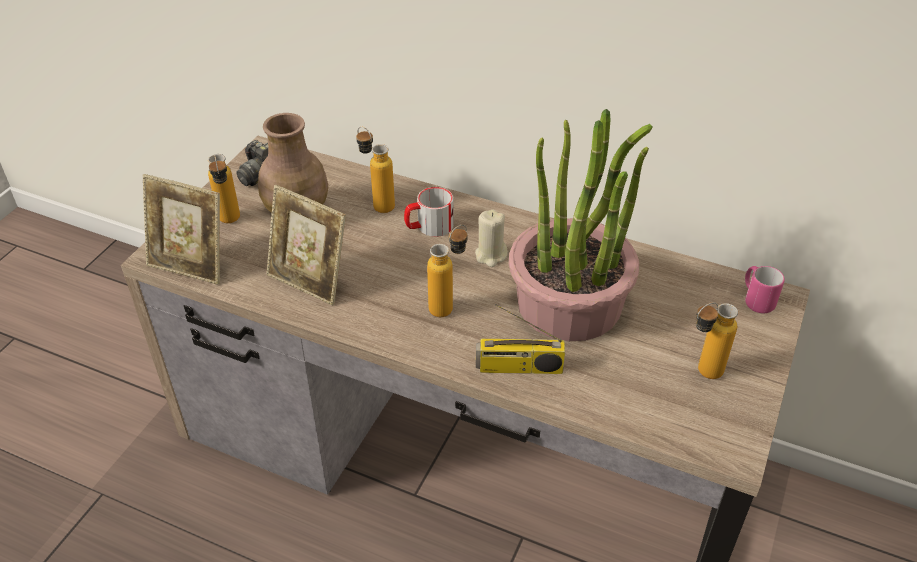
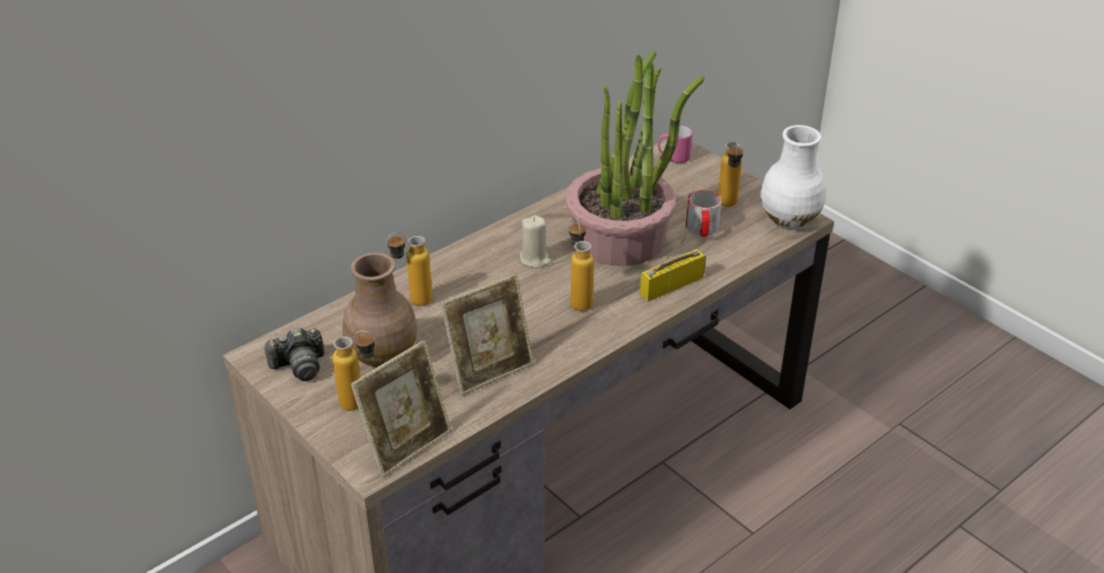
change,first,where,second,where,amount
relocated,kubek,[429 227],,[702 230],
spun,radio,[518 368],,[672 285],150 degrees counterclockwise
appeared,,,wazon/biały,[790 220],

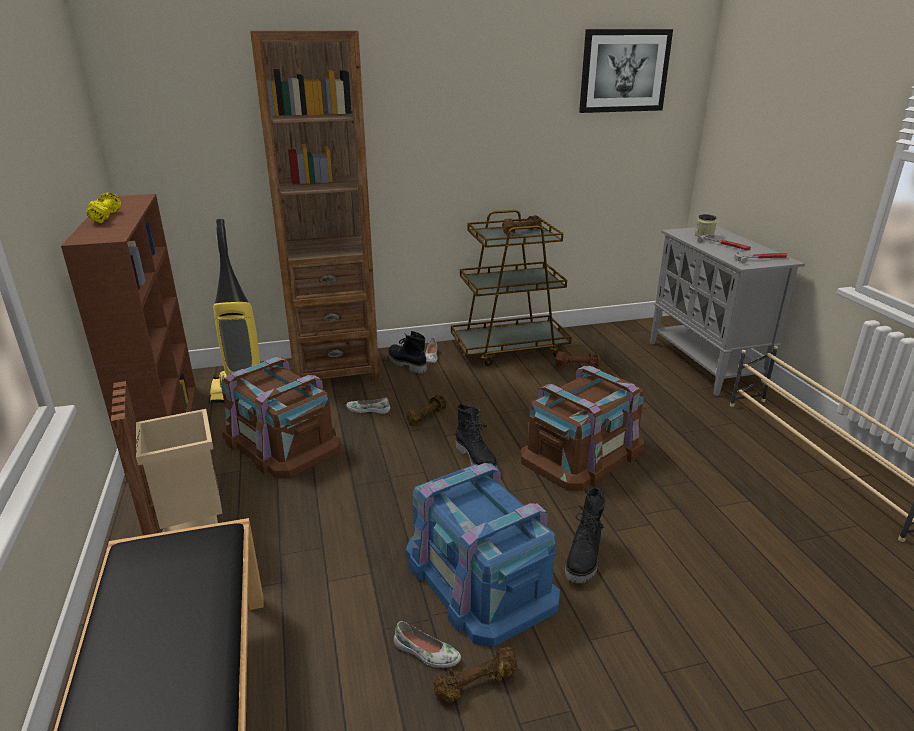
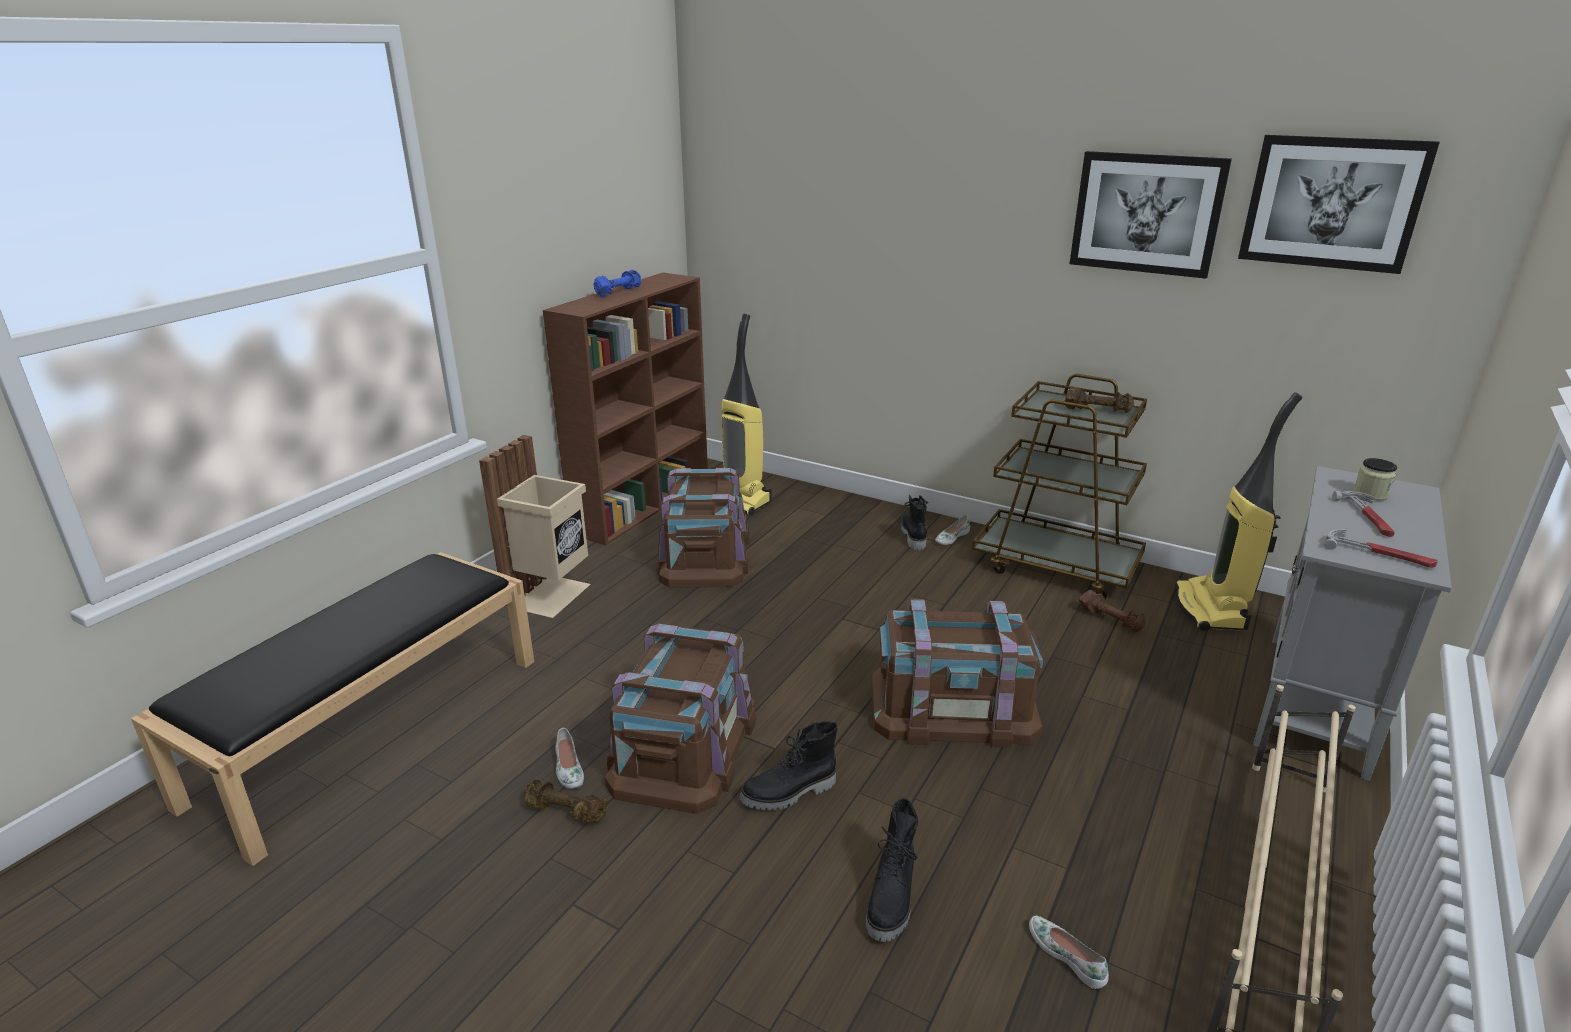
change,first,where,second,where,amount
colour,hantel/żółty,[105 217],hantel/niebieski,[617 292],
missing,regał/brązowy,[334 369],,,
relocated,but/biały,[368 409],,[1067 955],
missing,hantel/brązowy,[426 416],,,
colour,pojemnik do przechowywania/niebieski,[478 577],pojemnik do przechowywania/brązowy,[683 745],
relocated,but z cholewką/czarny,[477 459],,[893 899],
appeared,,,obraz,[1146 213],
appeared,,,odkurzacz,[1212 609],

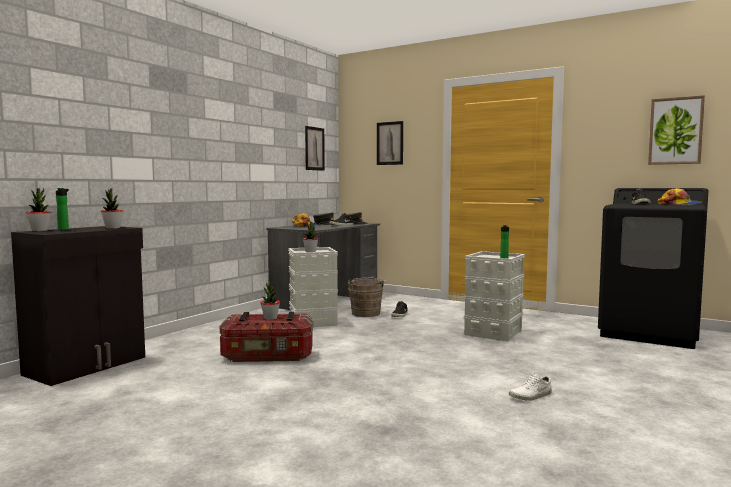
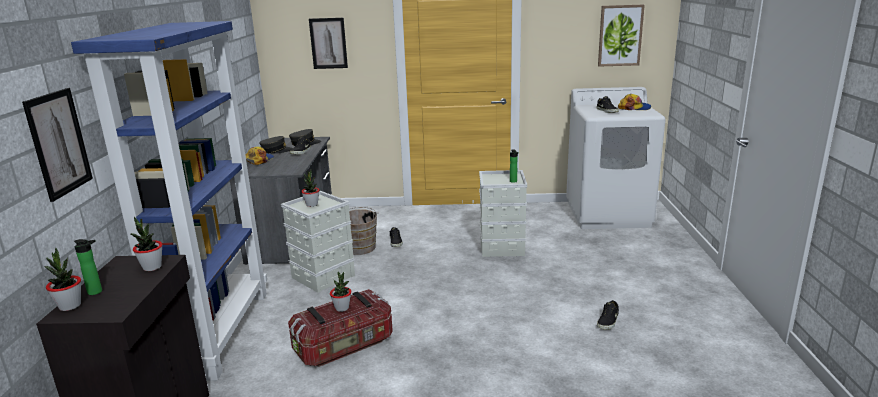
change,first,where,second,where,amount
relocated,obraz,[314 148],,[58 143],
colour,but/biały,[531 396],but/czarny,[608 321],
colour,pralka/czarny,[650 333],pralka/biały,[608 214],
appeared,,,regał/niebieski,[219 332],

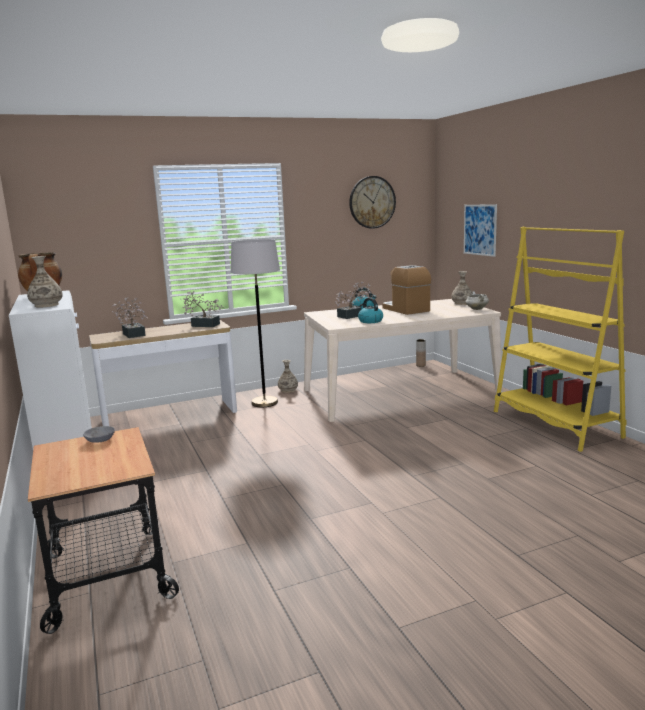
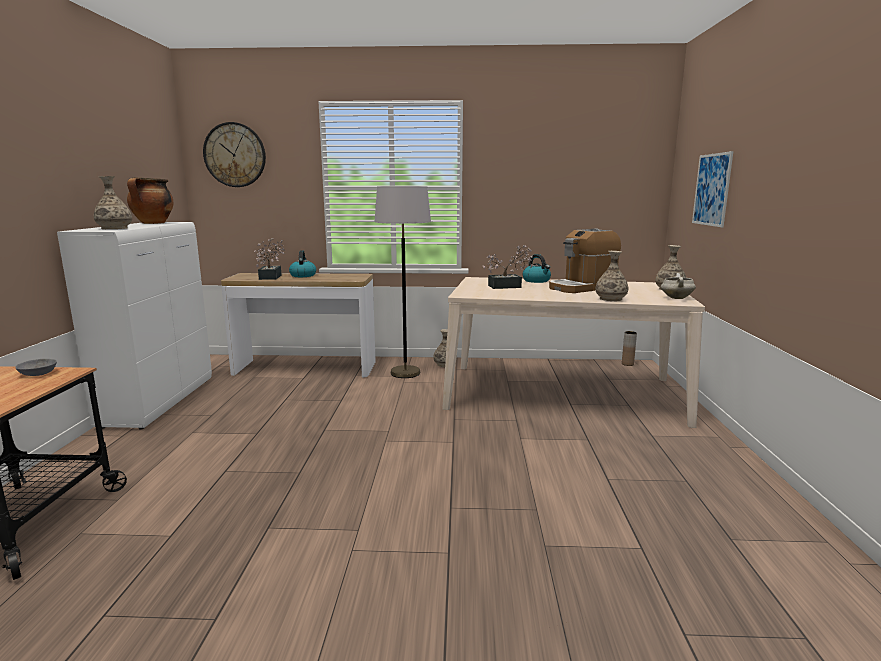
change,first,where,second,where,amount
missing,roślina doniczkowa,[203 325],,,
relocated,zegar ścienny,[372 202],,[235 155],
relocated,czajnik,[370 321],,[303 275],
spun,ekspres do kawy,[405 309],,[582 287],120 degrees counterclockwise
missing,regał/żółty,[555 424],,,
appeared,,,wazon,[611 299],

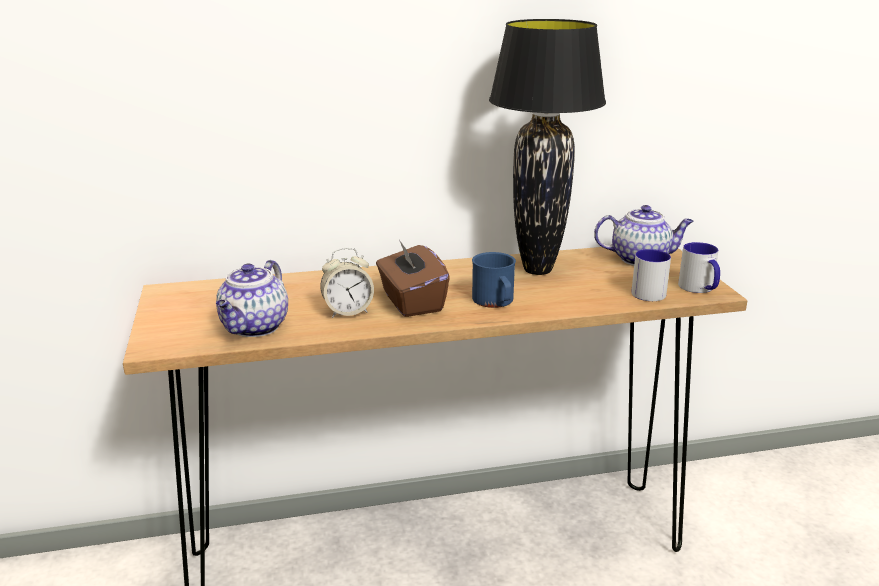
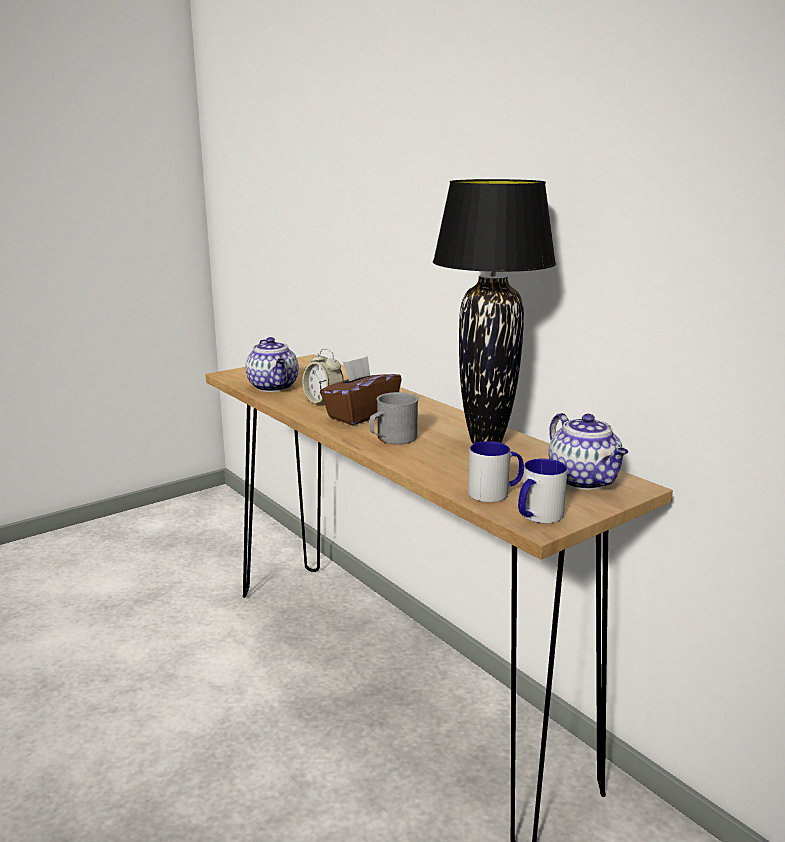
change,first,where,second,where,amount
spun,imbryk,[255 328],,[274 387],105 degrees counterclockwise
colour,kubek/niebieski,[495 302],kubek/szary,[392 439],

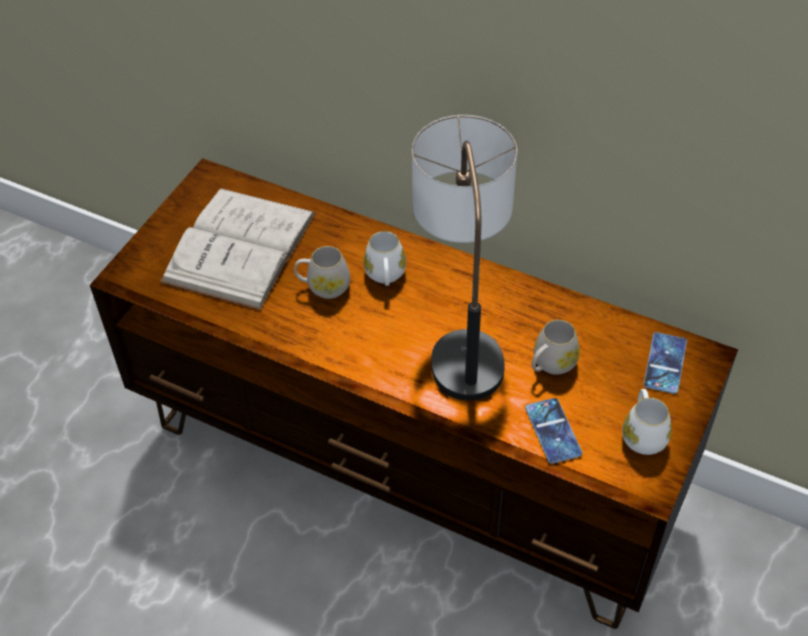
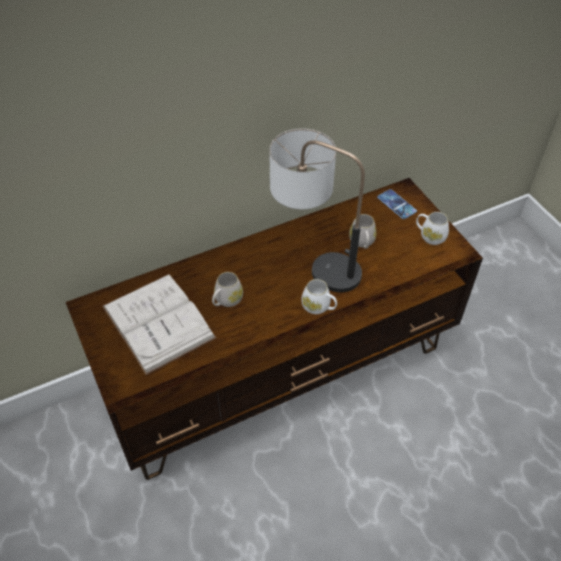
change,first,where,second,where,amount
relocated,kubek/biały,[385 276],,[319 307],
missing,telefon,[553 431],,,

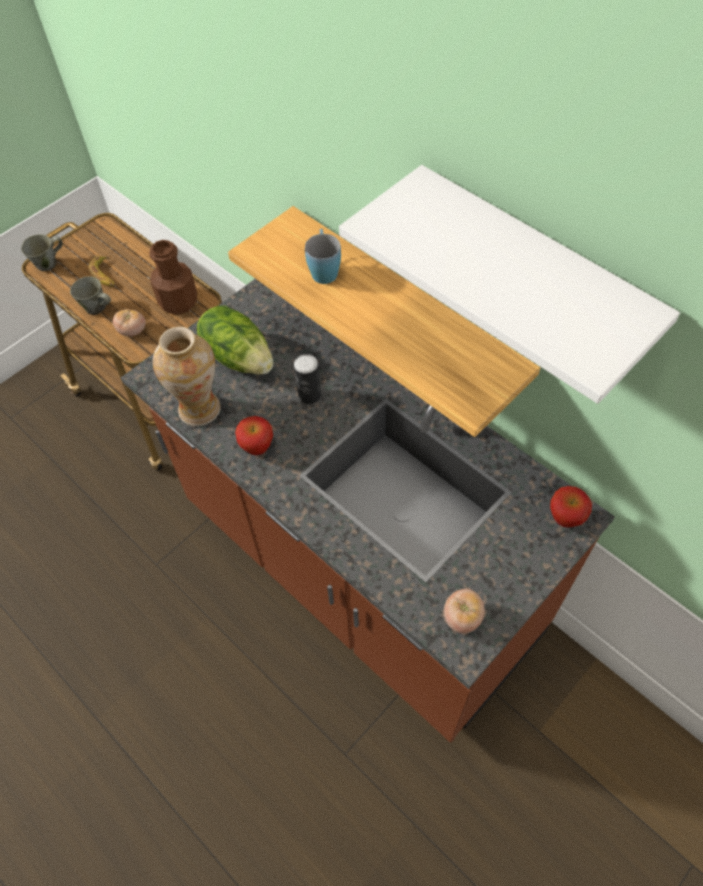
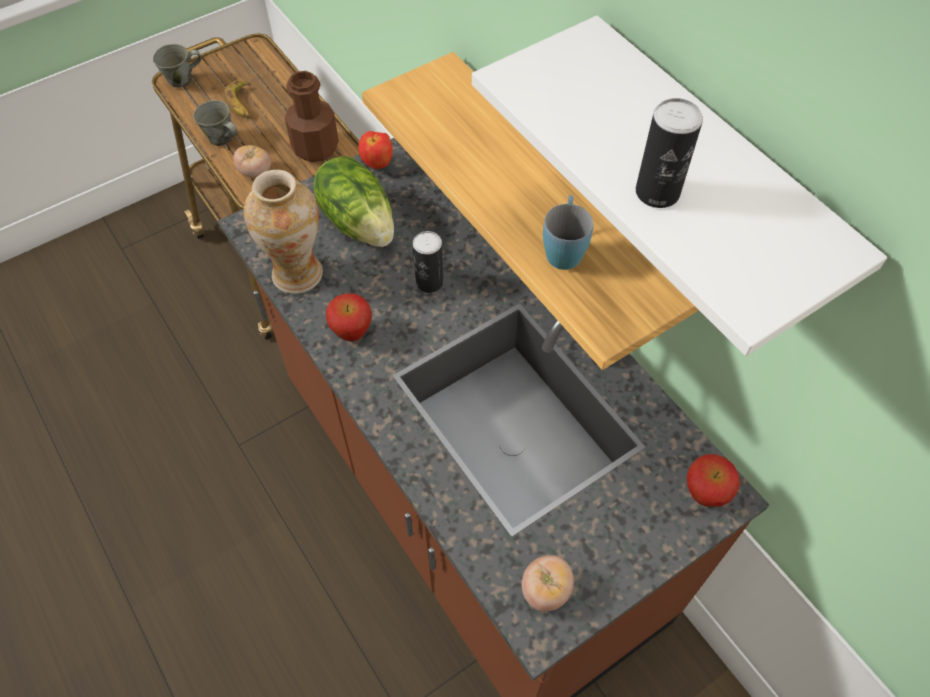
change,first,where,second,where,amount
relocated,kubek/niebieski,[324 269],,[564 248],
appeared,,,jabłko,[378 164],
appeared,,,puszka,[657 192],

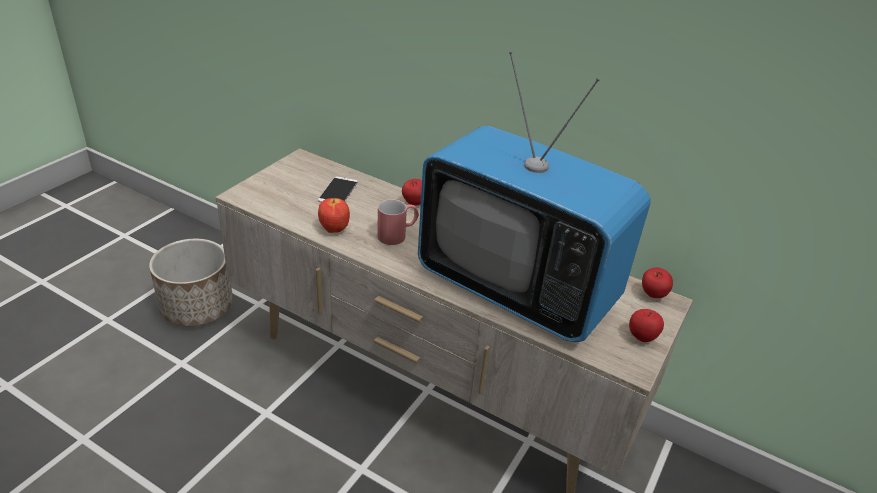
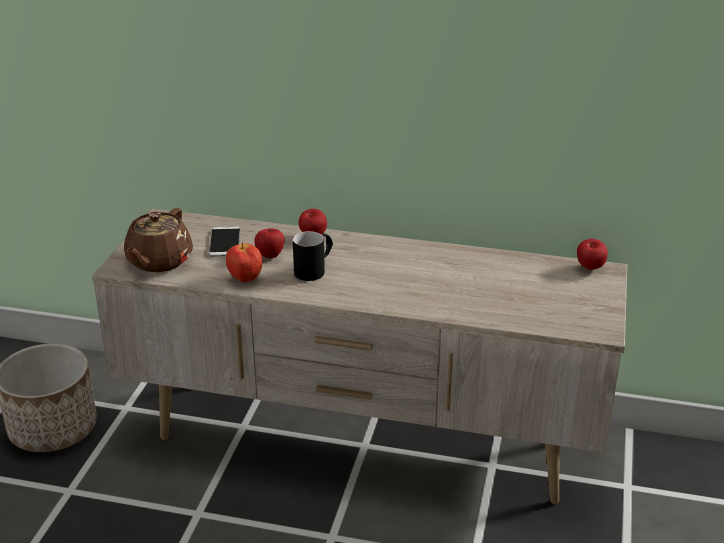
change,first,where,second,where,amount
colour,kubek/czerwony,[398 235],kubek/czarny,[314 269],
missing,telewizor,[516 289],,,
relocated,jabłko,[641 337],,[270 256],
appeared,,,imbryk/brązowy,[158 261],

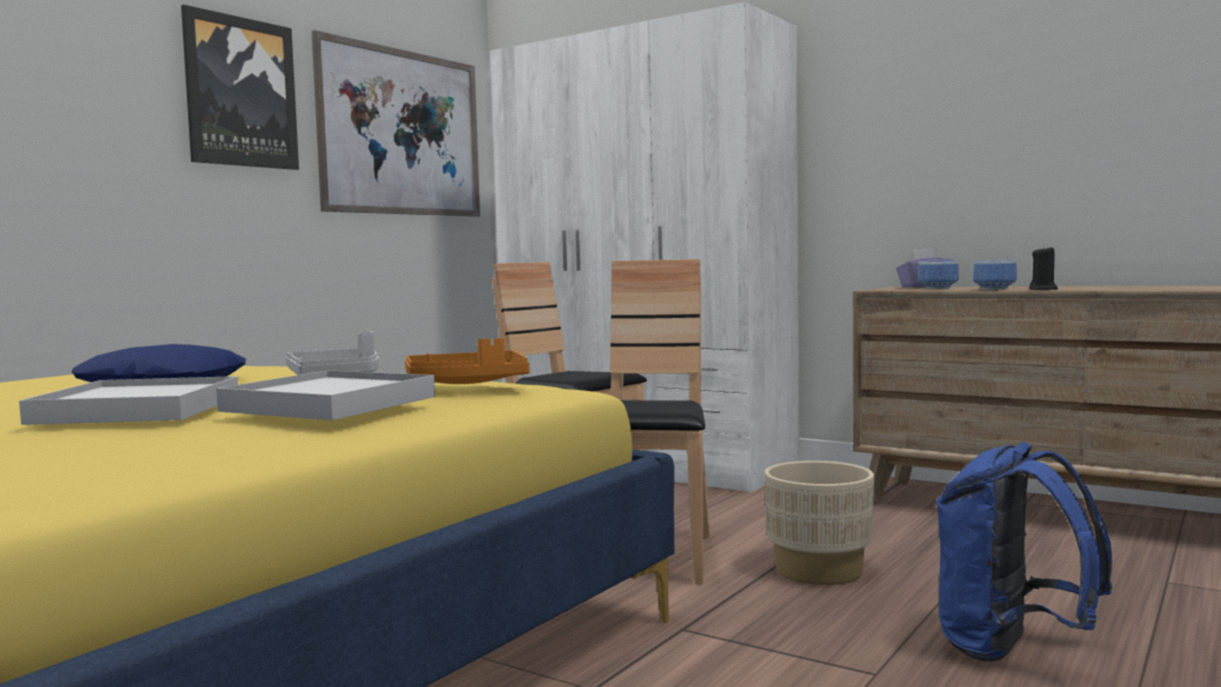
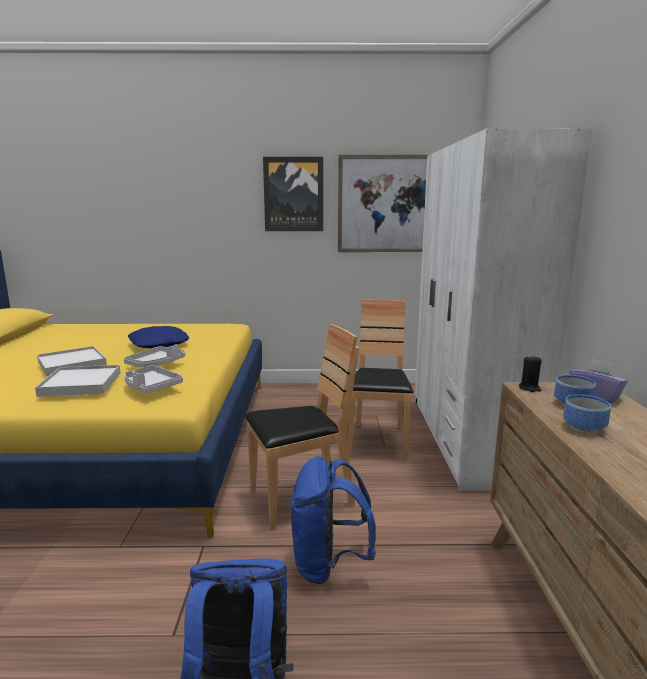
change,first,where,second,where,amount
colour,taca/pomarańczowy,[467 383],taca/szary,[151 387],
exchanged,donica/beżowy,[819 571],plecak/niebieski,[328 564],
relocated,świeca/czarny,[1043 289],,[529 388],

